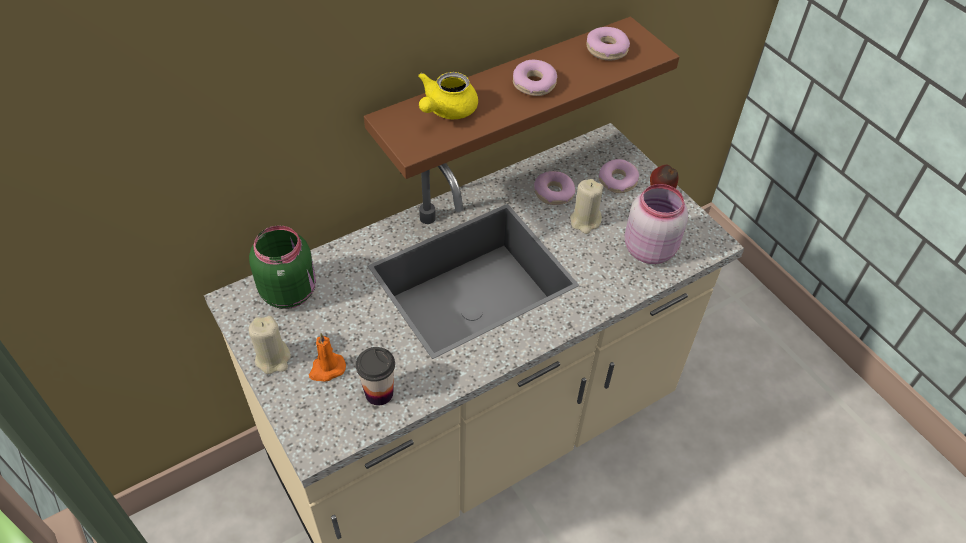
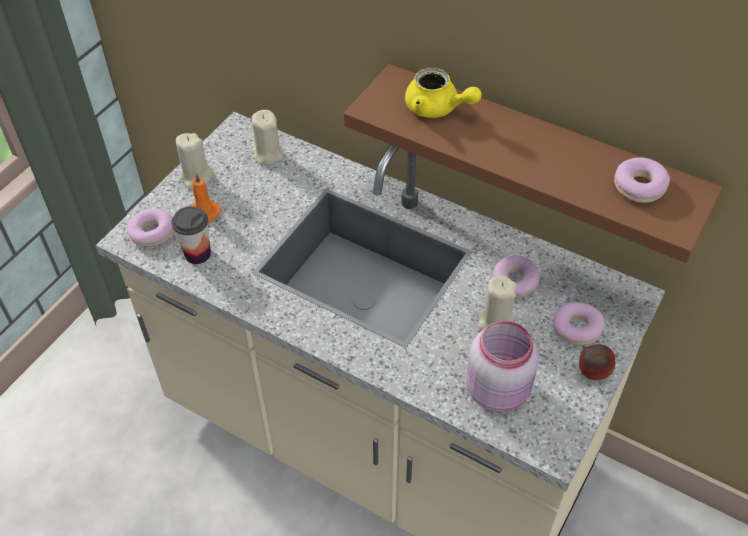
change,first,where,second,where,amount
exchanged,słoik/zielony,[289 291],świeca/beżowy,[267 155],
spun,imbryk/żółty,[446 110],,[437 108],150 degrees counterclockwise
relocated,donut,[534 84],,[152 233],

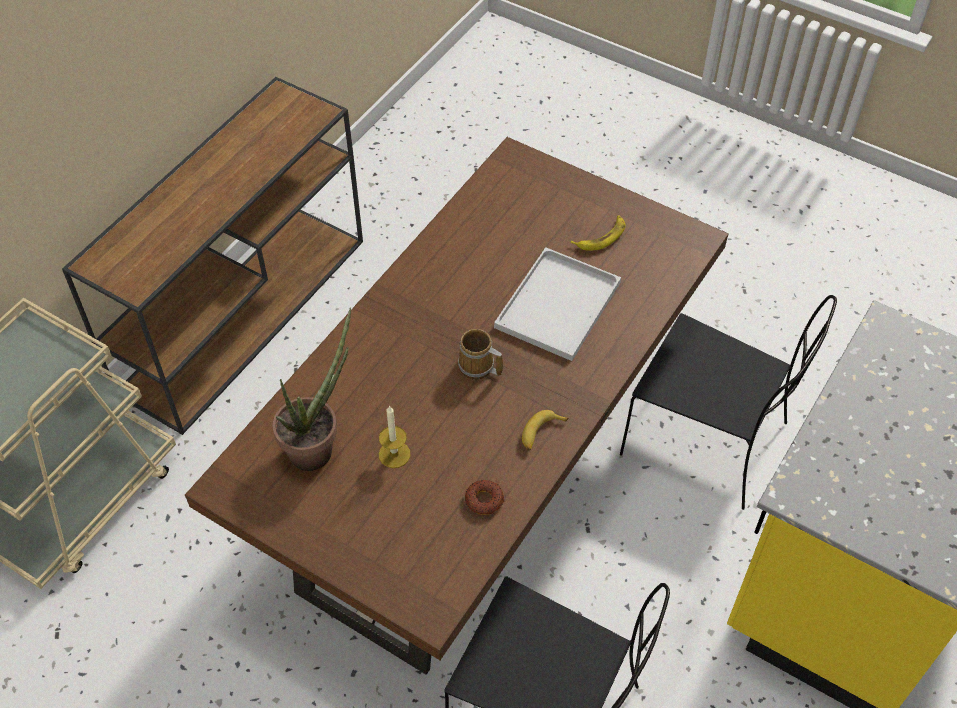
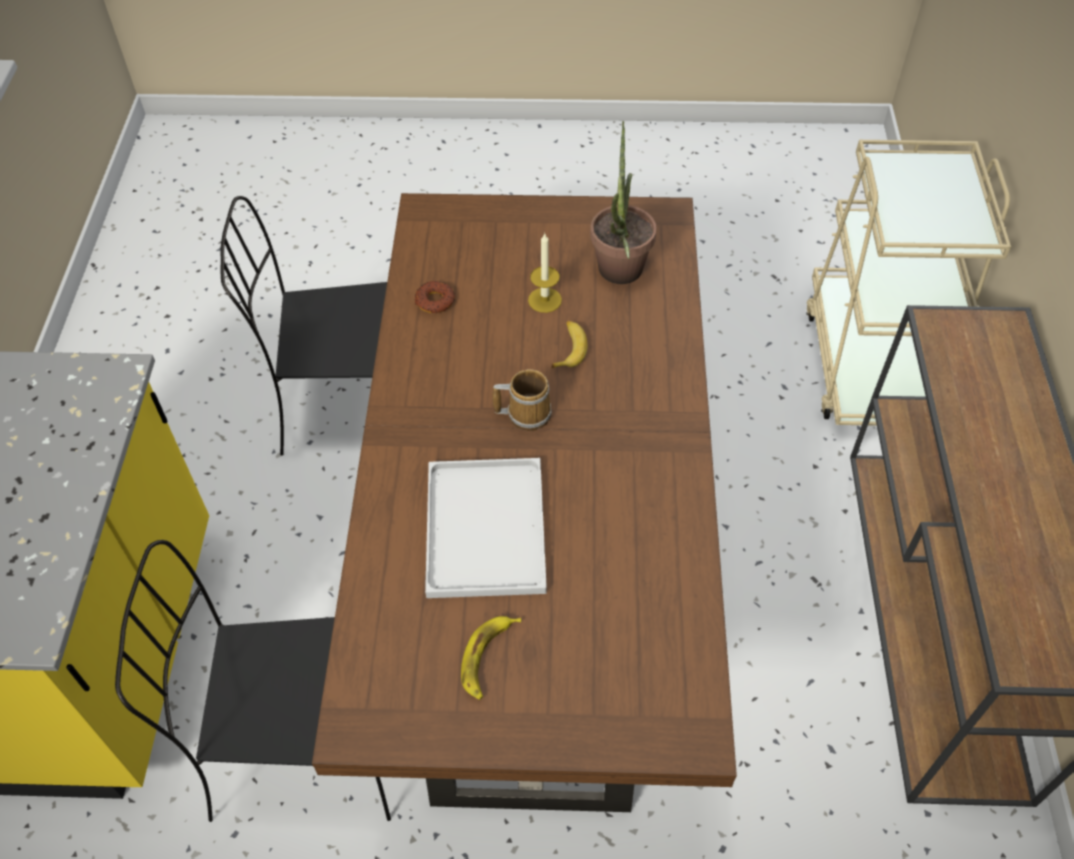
change,first,where,second,where,amount
relocated,banan,[541 433],,[569 348],

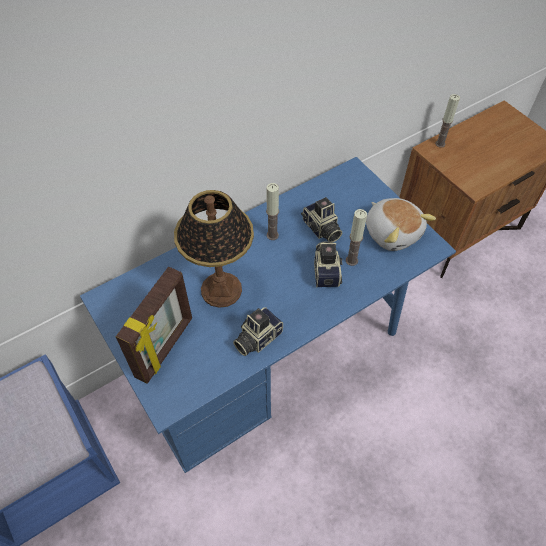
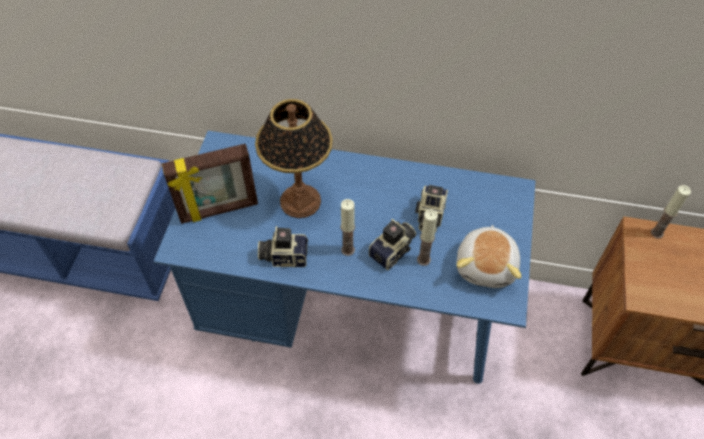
change,first,where,second,where,amount
relocated,świeca,[272 235],,[348 250],

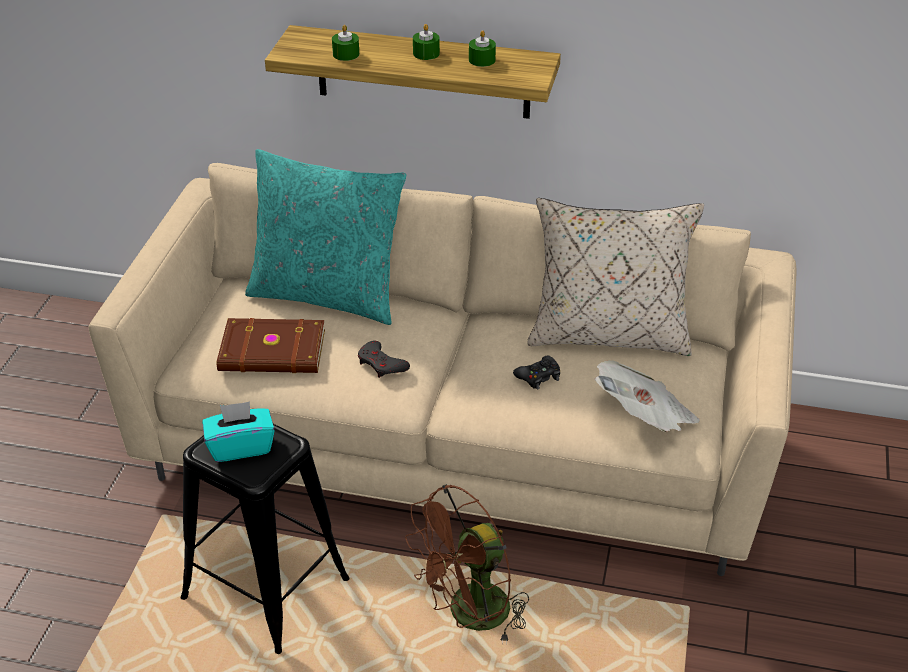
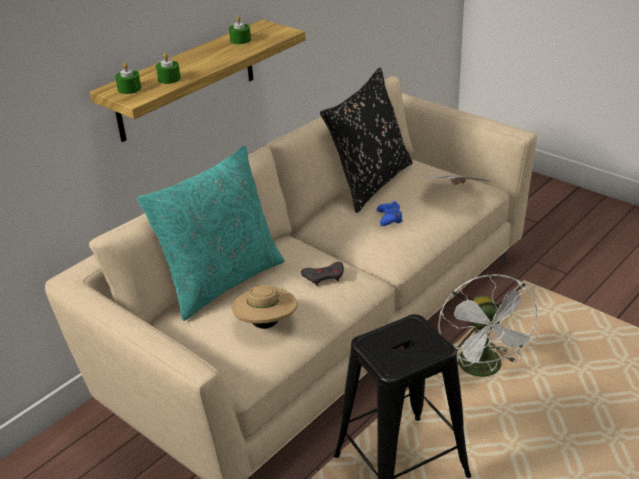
change,first,where,second,where,amount
missing,pudełko chusteczek/turkusowy,[240 447],,,
exchanged,książka/brązowy,[272 352],kapelusz/beżowy,[266 324],
colour,wentylator/brązowy,[469 616],wentylator/biały,[484 369],
relocated,świeca/zielony,[426 53],,[129 89],
colour,pad do gier/czarny,[538 377],pad do gier/niebieski,[389 218],
colour,poduszka/beżowy,[608 334],poduszka/czarny,[369 183],

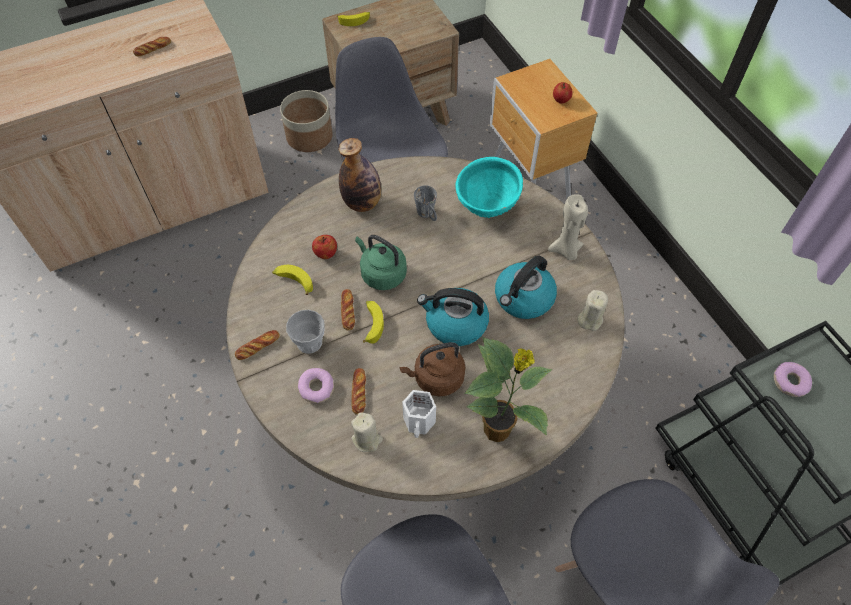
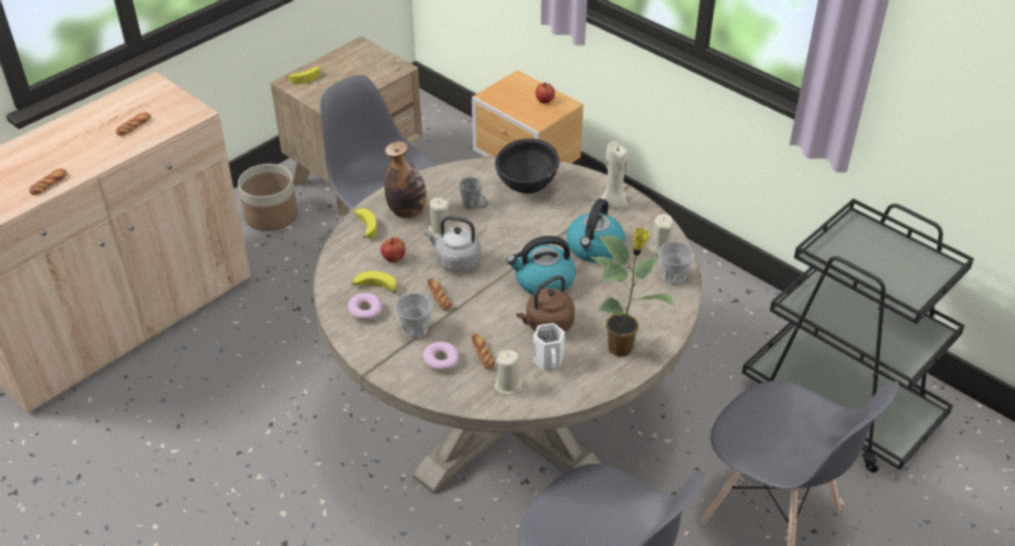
change,first,where,second,where,amount
relocated,chleb,[258 346],,[49 184],
colour,czajnik/zielony,[381 274],czajnik/szary,[455 261],
relocated,banan,[372 324],,[364 227],
colour,miska/turkusowy,[487 207],miska/czarny,[526 188],
relocated,donut,[790 382],,[365 311],
appeared,,,świeca/beżowy,[439 232],
appeared,,,filiżanka,[673 276],

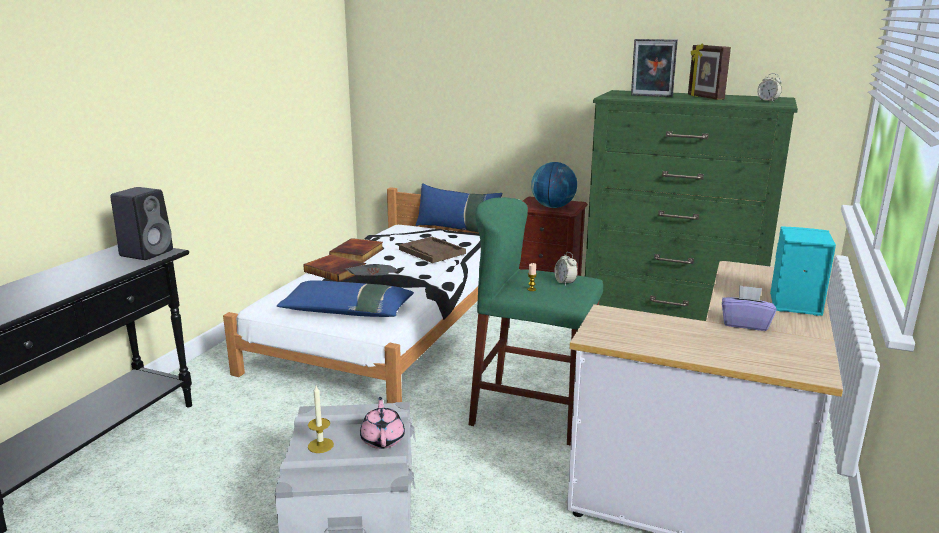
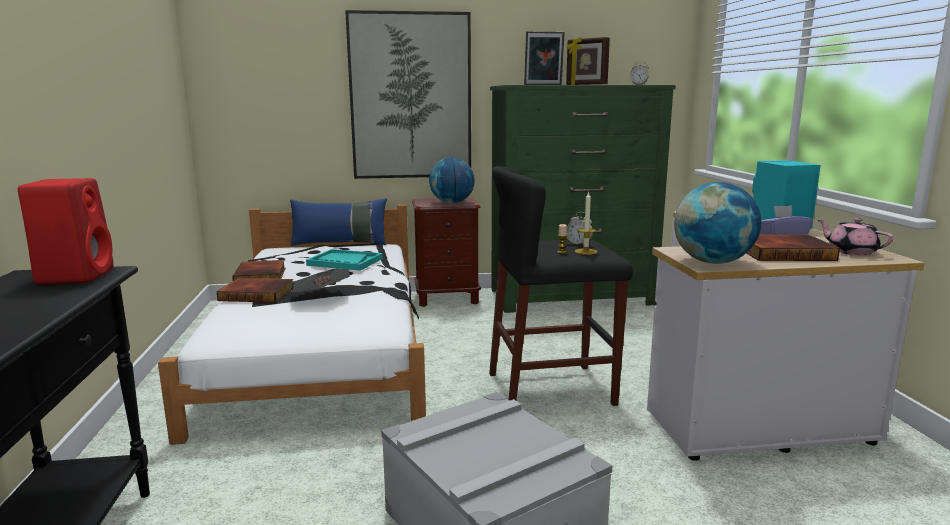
change,first,where,second,where,amount
colour,głośnik/czarny,[147 252],głośnik/czerwony,[76 275],
missing,poduszka/niebieski,[347 311],,,
relocated,świeca,[320 445],,[585 251],
relocated,imbryk/różowy,[383 439],,[851 251],
colour,taca/brązowy,[431 251],taca/turkusowy,[345 262],
colour,stołek/zielony,[531 412],stołek/czarny,[550 389],
appeared,,,obraz,[410 96],
appeared,,,globus,[712 262],
appeared,,,książka,[783 252],

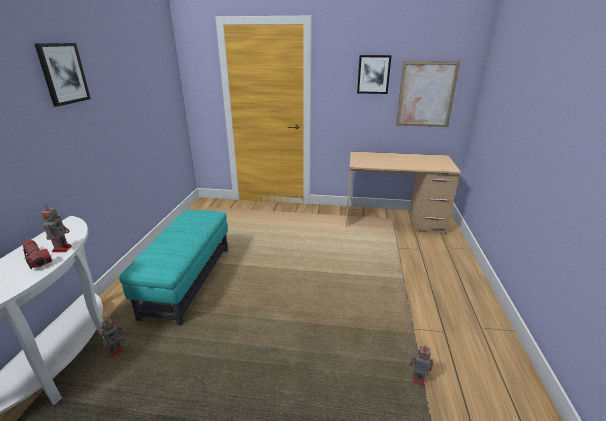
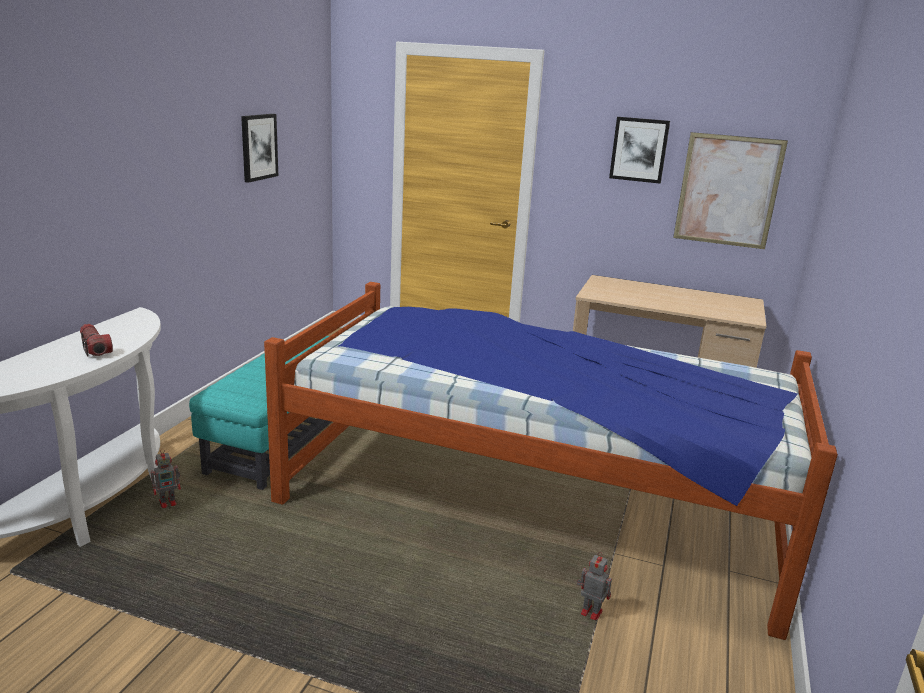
change,first,where,second,where,amount
relocated,obraz,[63 73],,[258 147],
missing,robot zabawkowy,[62 248],,,
appeared,,,łóżko,[531 500],

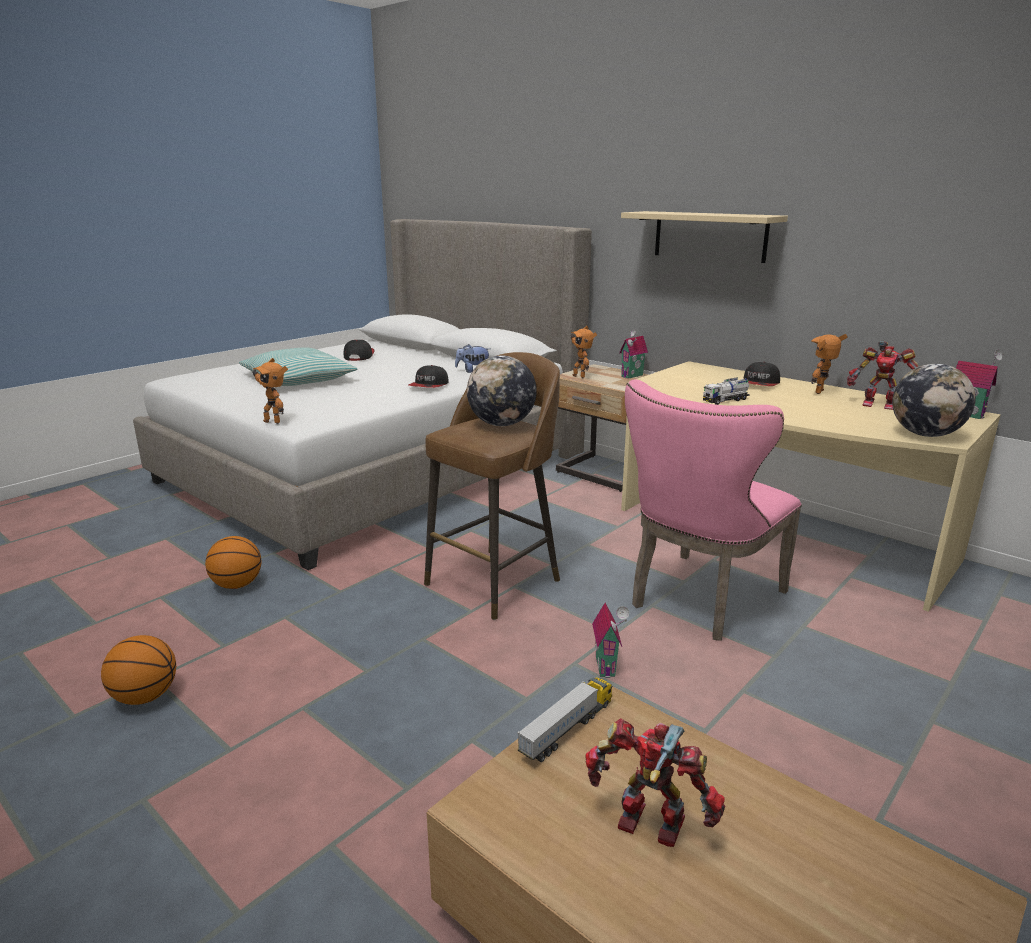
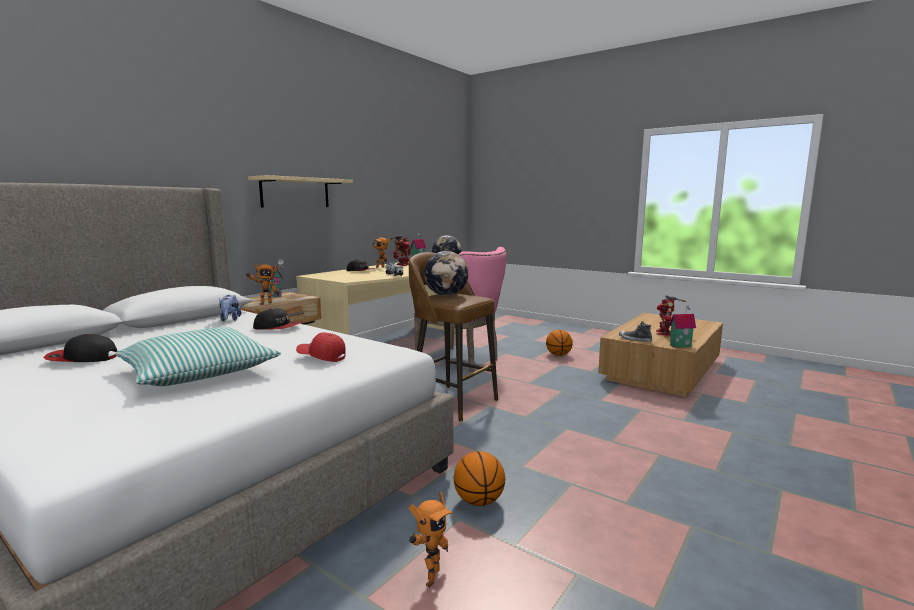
change,first,where,second,where,amount
relocated,piłka do koszykówki,[145 697],,[558 355],
relocated,robot zabawkowy,[273 421],,[429 577],
exchanged,ciężarówka zabawkowa,[567 729],but,[634 339],
relocated,domek,[607 666],,[680 345],
appeared,,,czapka z daszkiem/czerwony,[321 357],

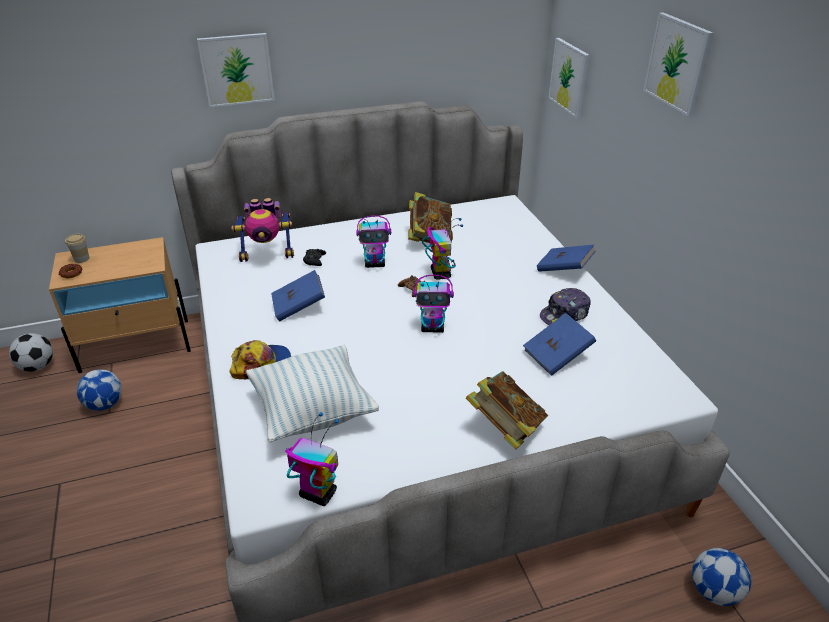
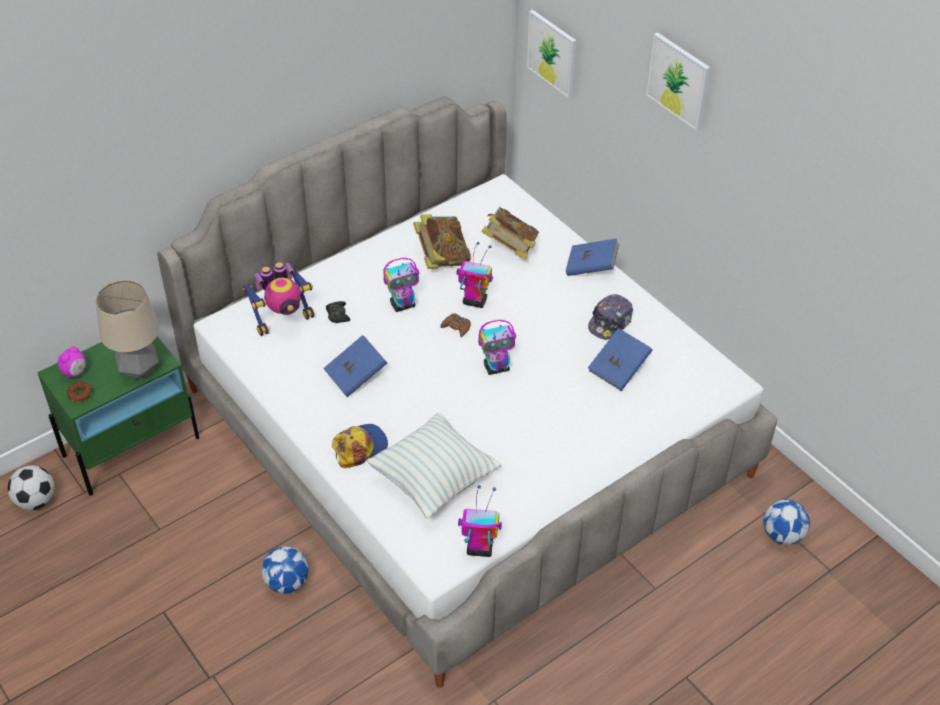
change,first,where,second,where,amount
colour,szafka nocna/beżowy,[136 345],szafka nocna/zielony,[132 446],
exchanged,filiżanka,[81 259],budzik,[75 372],
relocated,piłka futbolowa,[104 404],,[286 582],
missing,obraz,[237 70],,,
spun,robot zabawkowy,[440 273],,[474 301],45 degrees counterclockwise
relocated,książka,[505 428],,[510 248],
appeared,,,lampa stołowa,[140 371],

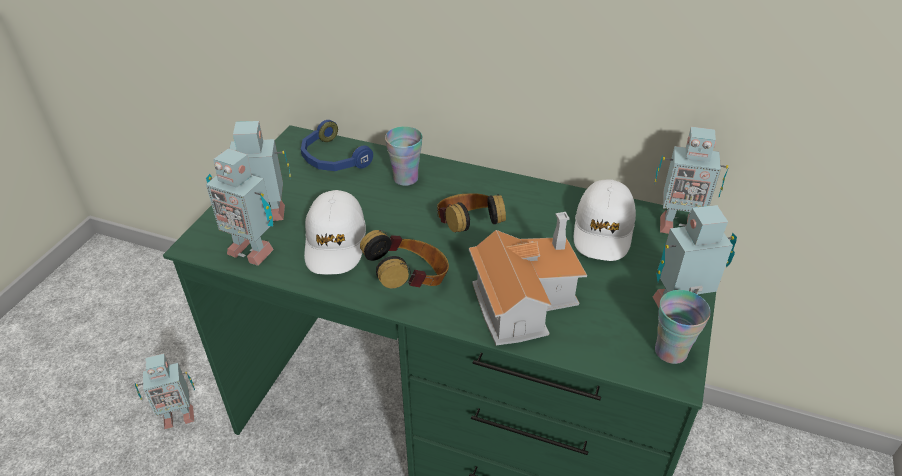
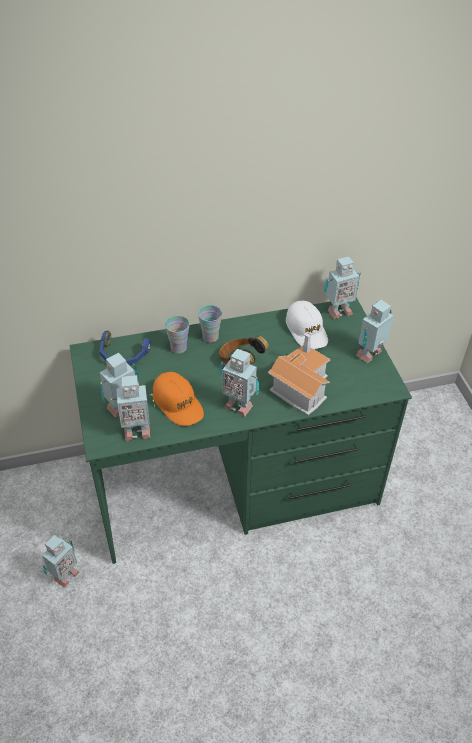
change,first,where,second,where,amount
colour,czapka z daszkiem/biały,[335 242],czapka z daszkiem/pomarańczowy,[178 403],
exchanged,słuchawki,[409 281],robot zabawkowy,[238 405],
relocated,filiżanka,[670 351],,[210 337],

